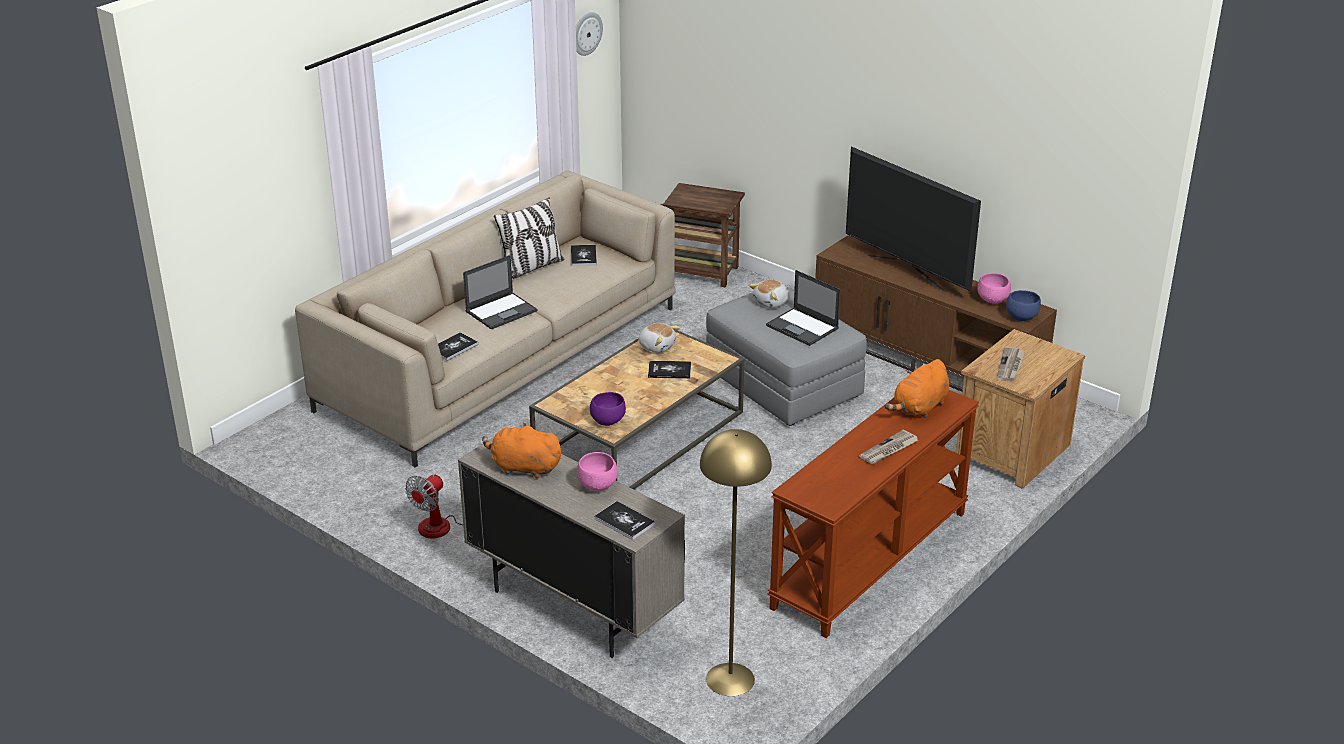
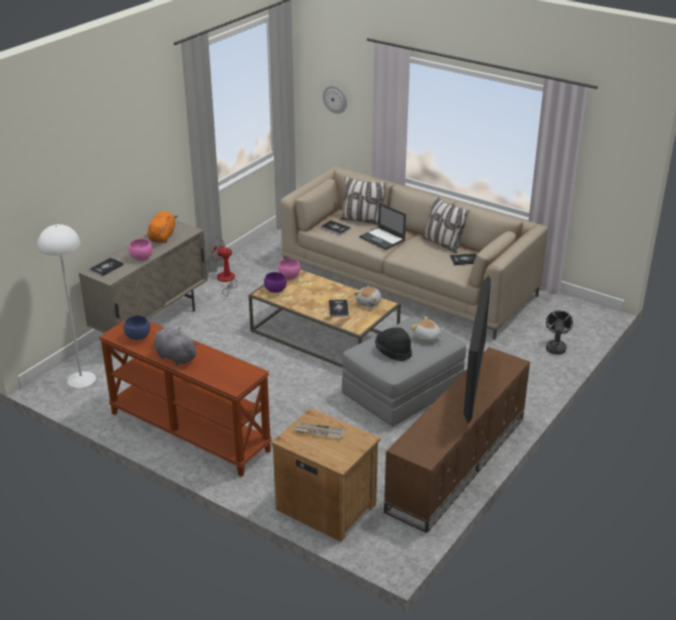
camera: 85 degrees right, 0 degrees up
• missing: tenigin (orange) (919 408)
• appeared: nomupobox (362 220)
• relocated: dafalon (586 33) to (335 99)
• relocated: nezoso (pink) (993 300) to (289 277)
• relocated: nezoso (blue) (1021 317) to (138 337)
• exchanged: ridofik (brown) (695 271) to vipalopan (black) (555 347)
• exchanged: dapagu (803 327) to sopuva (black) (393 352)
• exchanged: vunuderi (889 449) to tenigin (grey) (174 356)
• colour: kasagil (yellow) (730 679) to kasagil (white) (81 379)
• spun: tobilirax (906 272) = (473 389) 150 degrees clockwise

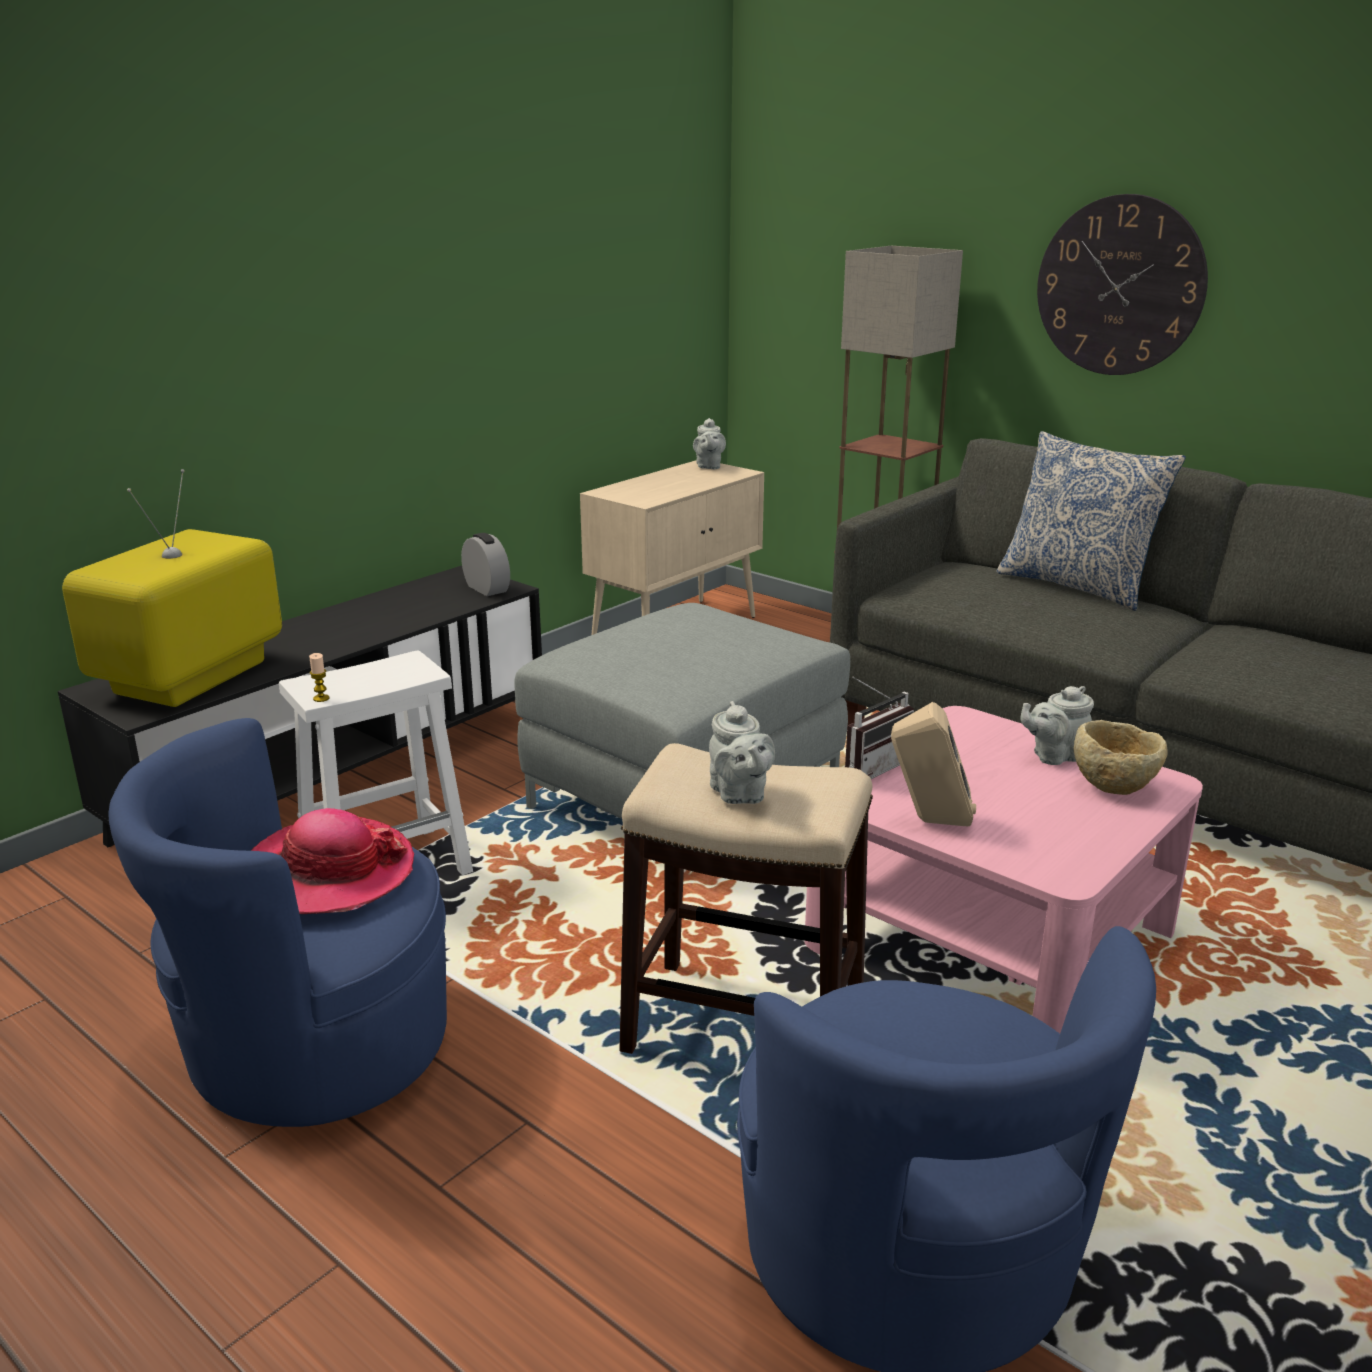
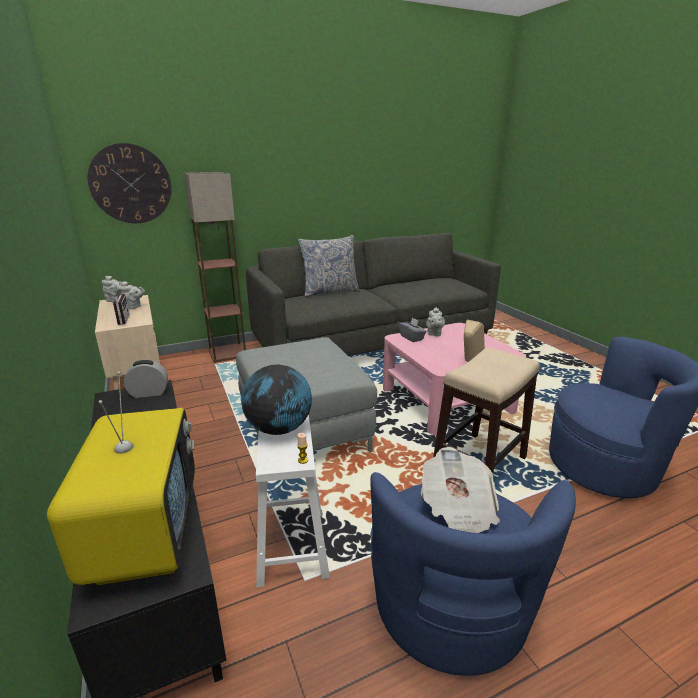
camera: 65 degrees left, 0 degrees up
• missing: nezoso (beige) (1114 786)
• appeared: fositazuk (279 429)
• appeared: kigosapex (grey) (412 338)
• relocated: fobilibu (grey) (739 794) to (132 307)
• relocated: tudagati (870 768) to (119 320)
• relocated: dafalon (1120 286) to (131 184)
• exchanged: sopuva (328 872) to vunuderi (457 510)
• spun: tobilirax (191 679) = (146 535) 150 degrees counterclockwise

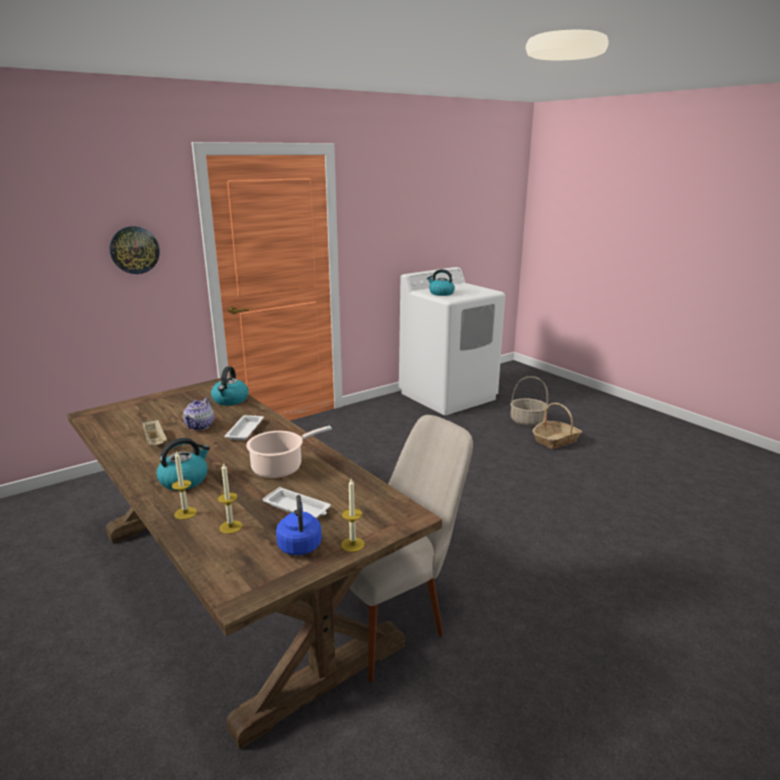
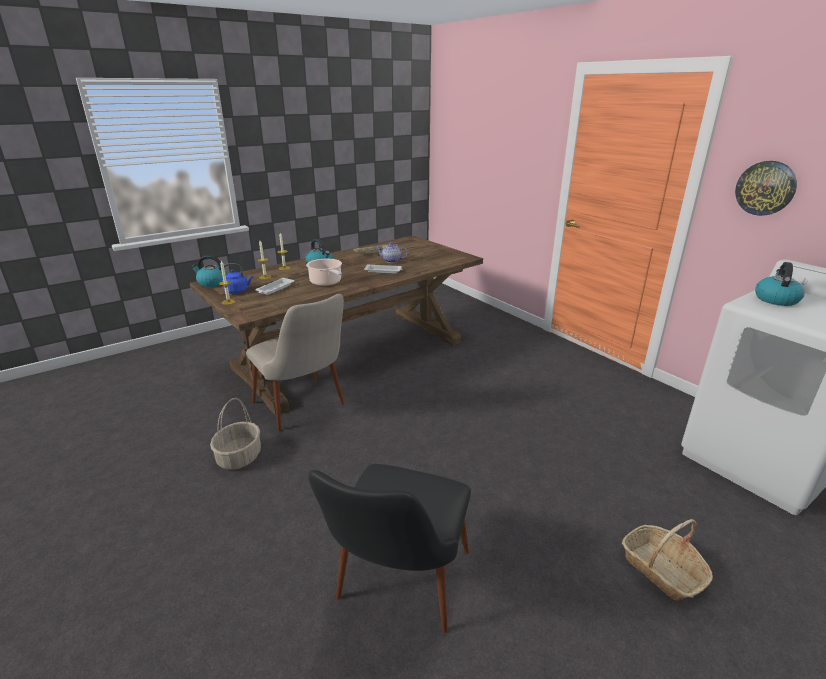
camera: 90 degrees right, 5 degrees up
• appeared: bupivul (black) (397 594)
• relocated: dafalon (134 250) to (765 188)
• relocated: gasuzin (230 400) to (212 283)
• relocated: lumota (528 421) to (239 457)

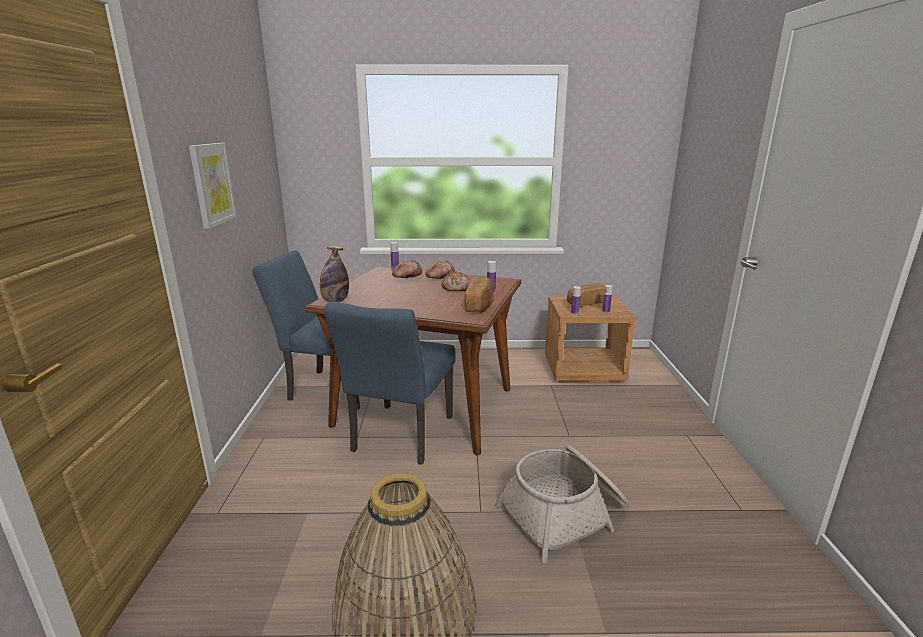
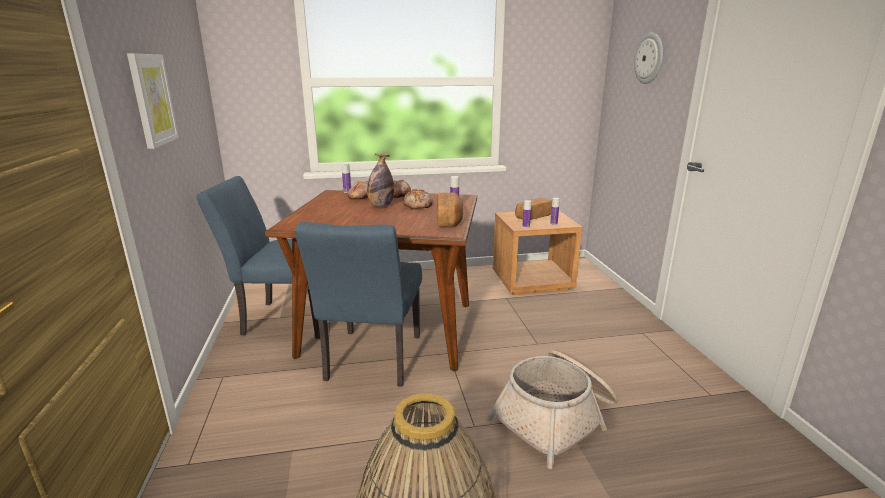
camera: 10 degrees left, 0 degrees up
• appeared: dafalon (649 58)
• relocated: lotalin (335 301) to (381 205)

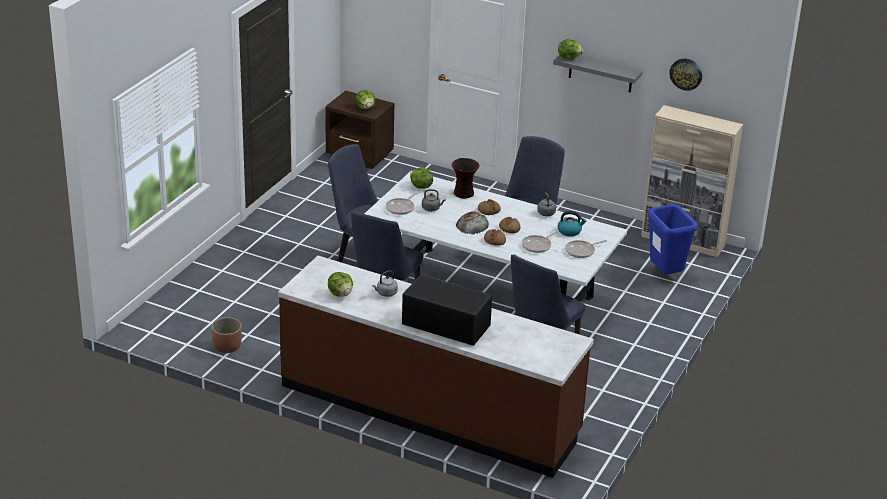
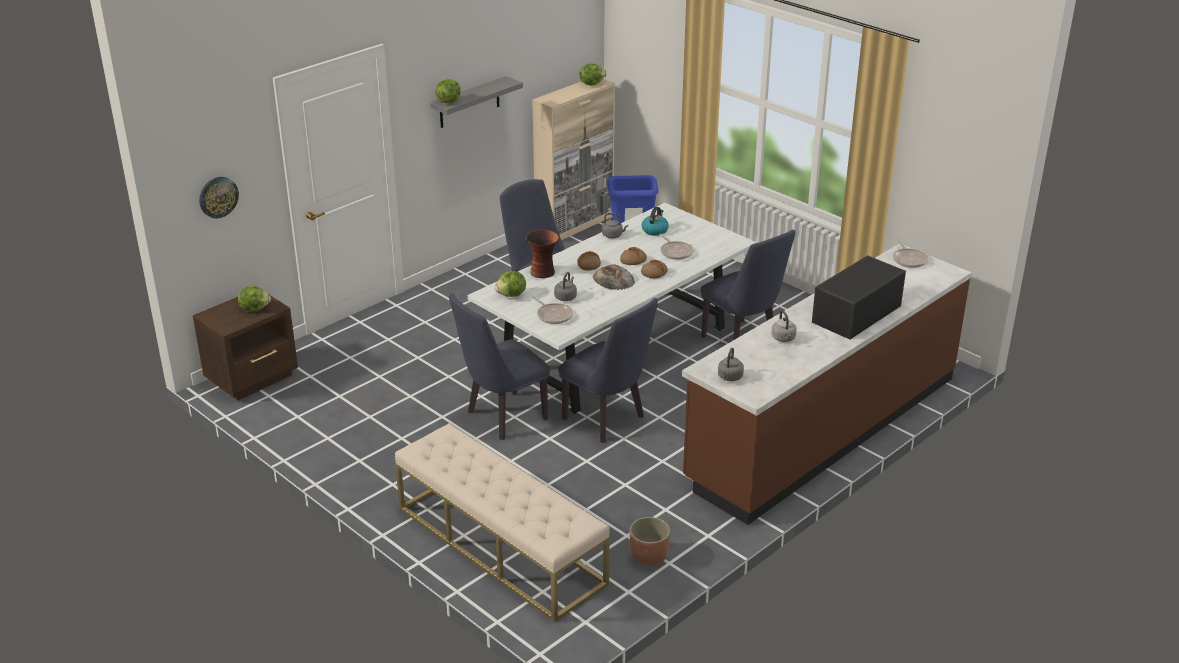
camera: 70 degrees left, 0 degrees up
• appeared: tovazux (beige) (500 545)
• appeared: gasuzin (grey) (729 377)
• relocated: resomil (341 294) to (591 83)
• relocated: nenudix (581 251) to (909 260)
• relocated: dafalon (686 74) to (218 197)

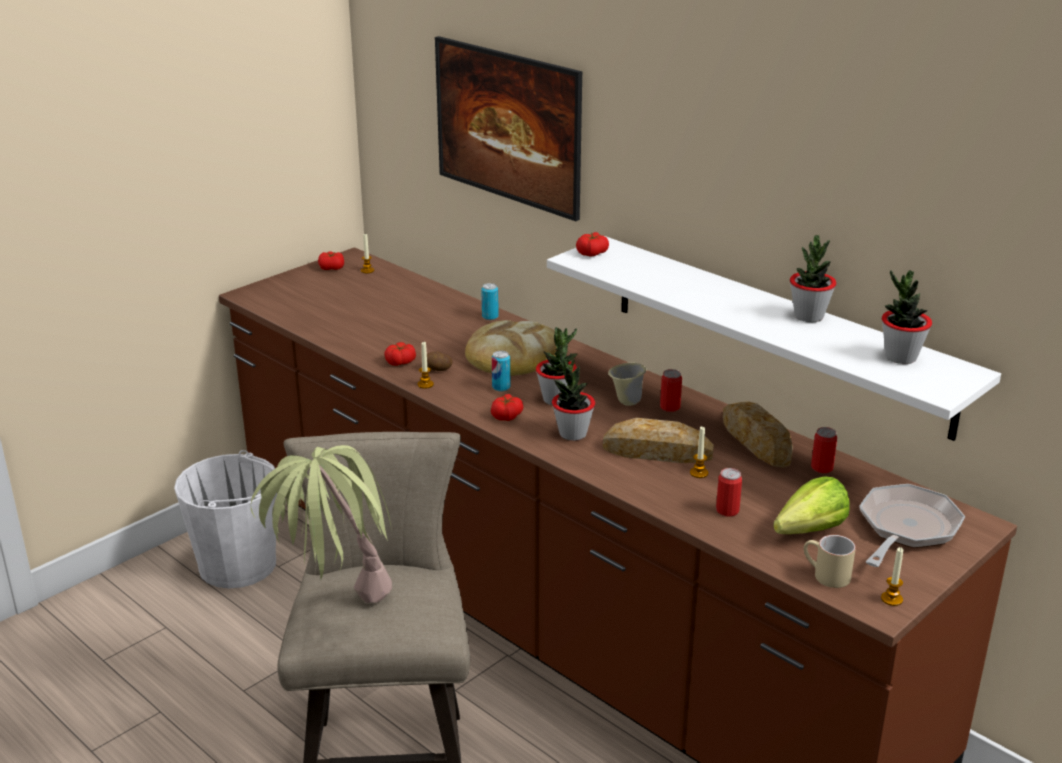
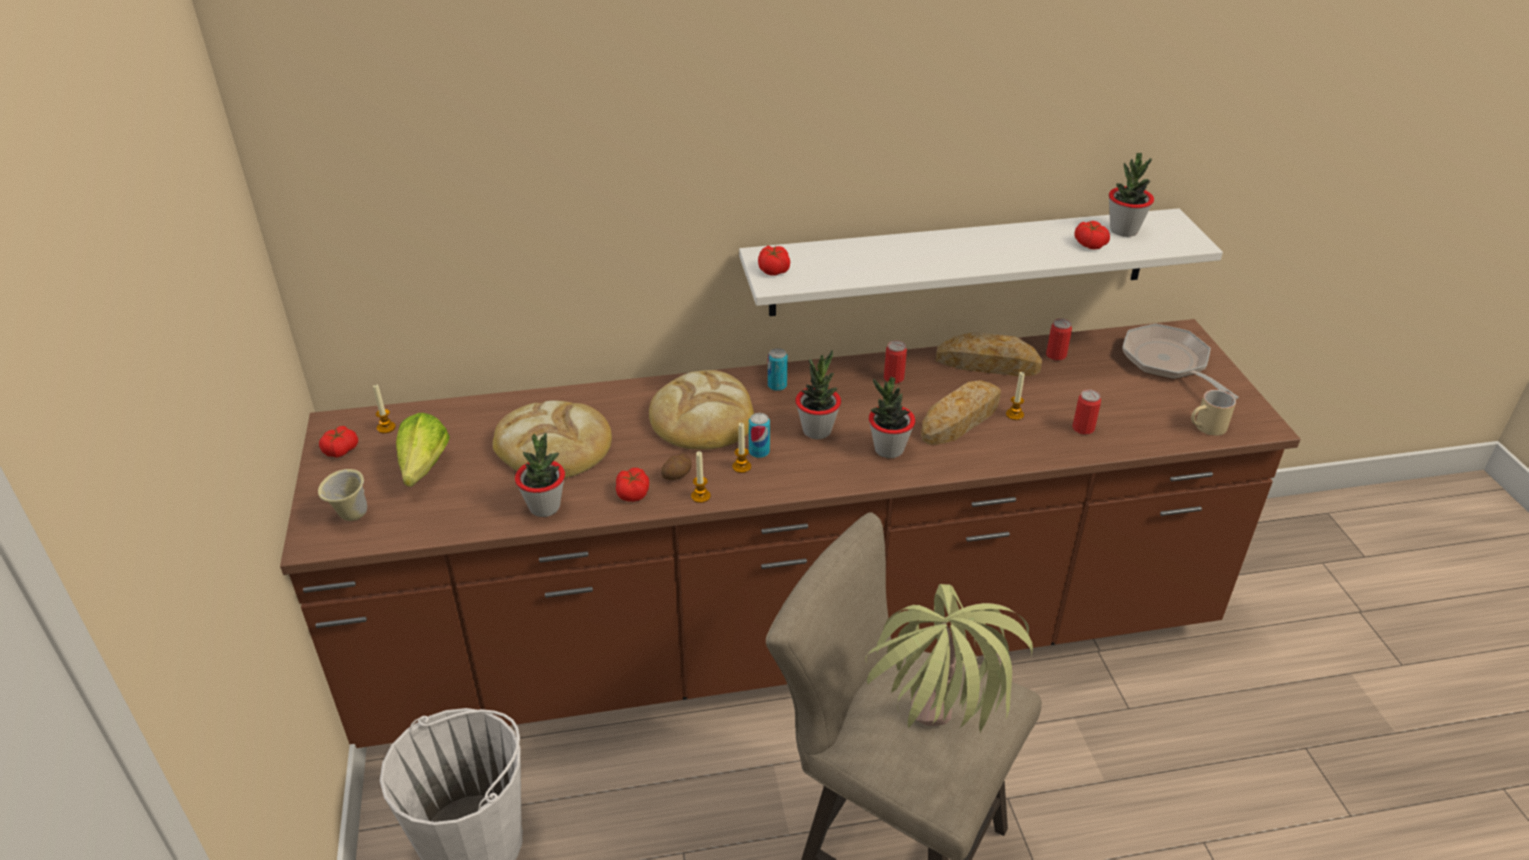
camera: 55 degrees left, 10 degrees up
• missing: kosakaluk (508 161)
• appeared: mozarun (554 445)
• relocated: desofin (490 317) to (777 386)
• relocated: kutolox (506 416) to (1089 244)
• relocated: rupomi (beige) (626 402) to (350 516)
• relocated: resomil (803 533) to (420 473)
• relocated: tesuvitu (808 316) to (544 507)
• relocated: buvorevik (891 599) to (741 467)

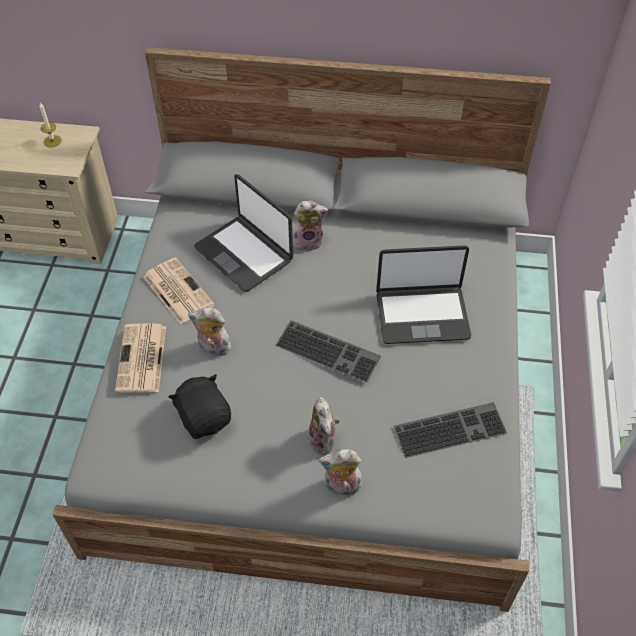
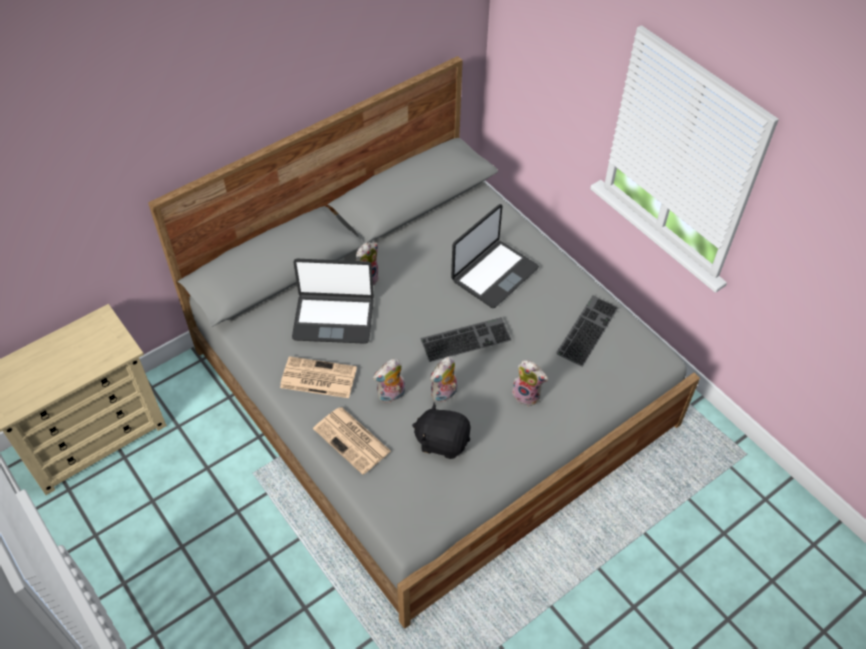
camera: 45 degrees left, 0 degrees up
• missing: buvorevik (52 141)
• relocated: tenigin (341 487) to (444 394)

